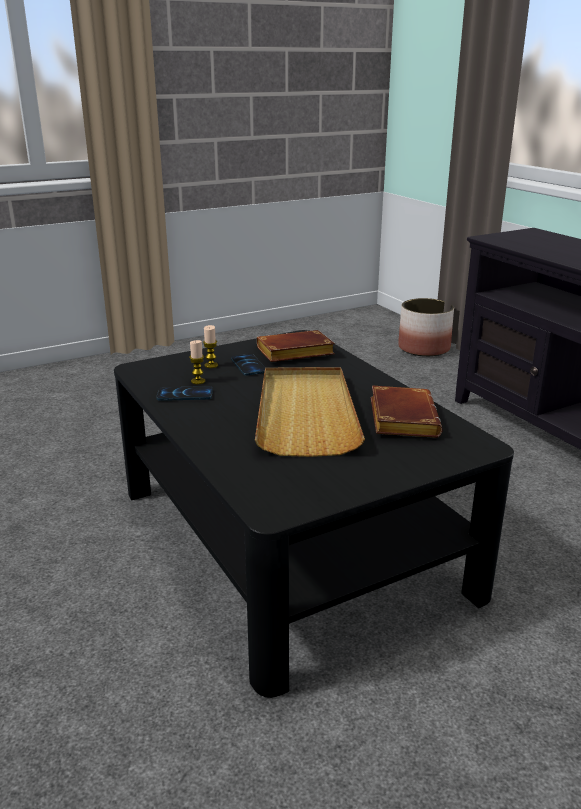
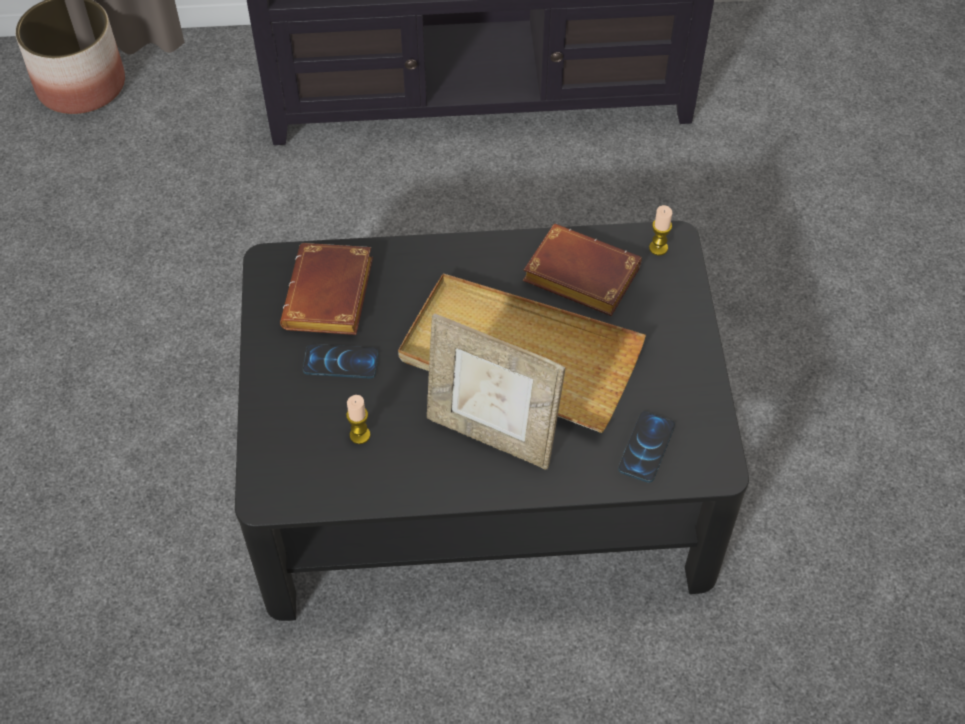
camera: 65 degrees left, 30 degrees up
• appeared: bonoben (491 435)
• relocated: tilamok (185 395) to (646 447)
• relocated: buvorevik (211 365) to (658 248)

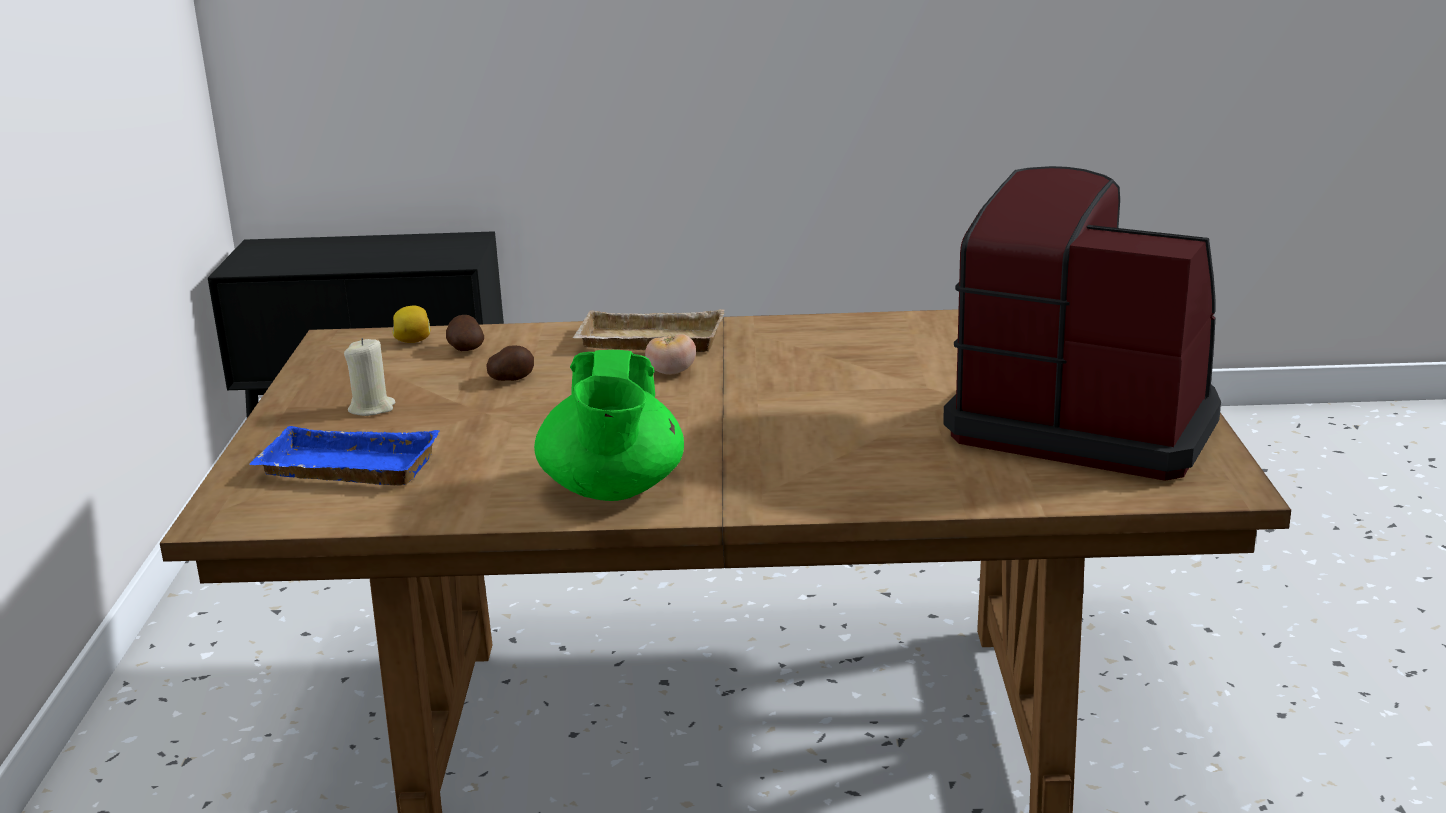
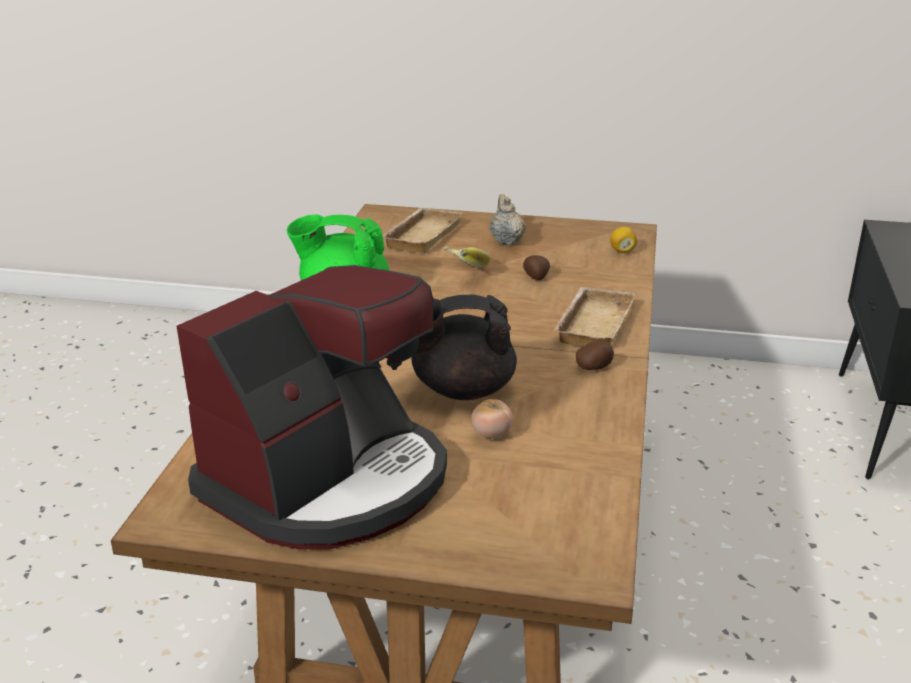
camera: 100 degrees right, 5 degrees up
• appeared: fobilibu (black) (461 389)
• appeared: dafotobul (461 271)
• relocated: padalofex (465 349) to (594 368)
• relocated: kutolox (671 372) to (491 434)
• exchanged: buvorevik (beige) (372 408) to fobilibu (beige) (506 241)
• colour: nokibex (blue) (344 470) to nokibex (beige) (421 235)

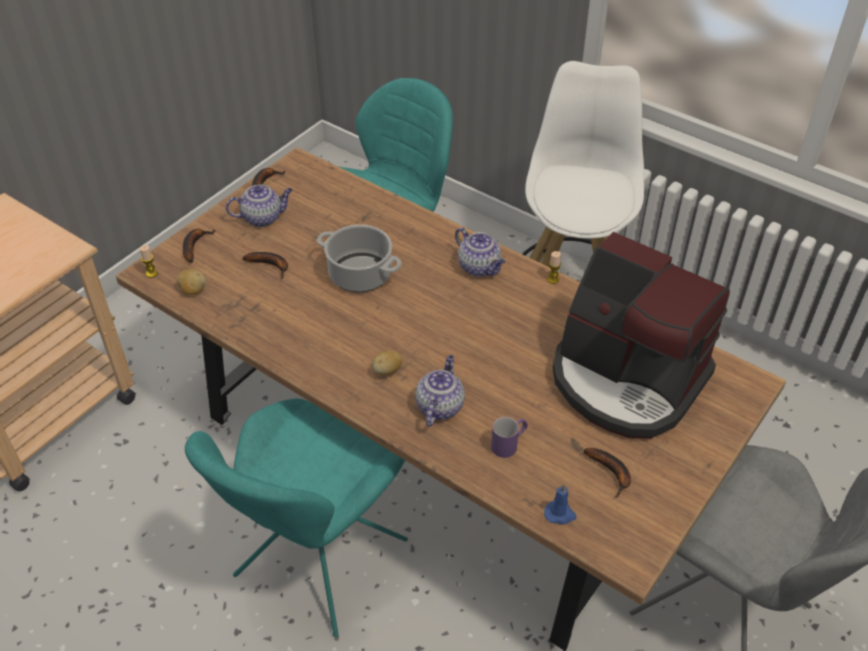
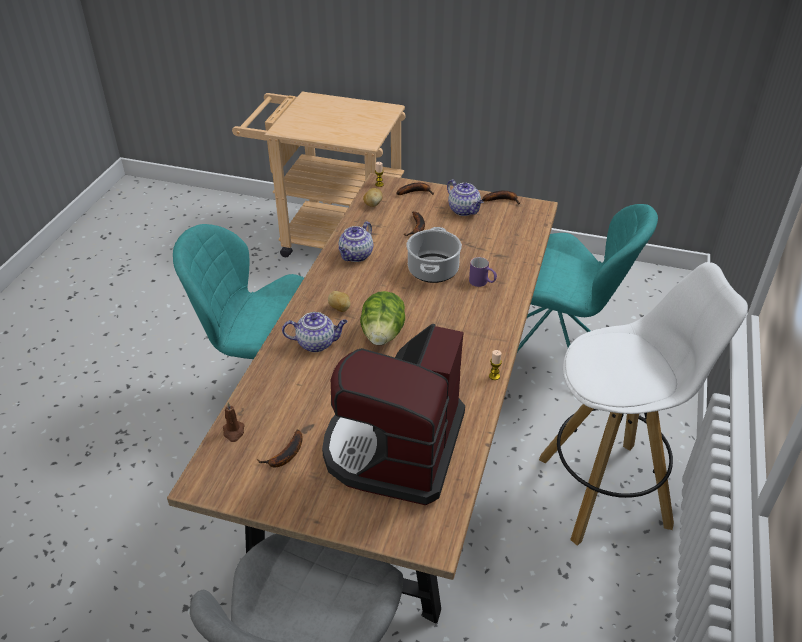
camera: 70 degrees right, 5 degrees down
• appeared: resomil (383 335)
• relocated: fobilibu (480 267) to (356 256)
• relocated: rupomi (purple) (509 444) to (482 283)
• colour: buvorevik (blue) (560 514) to buvorevik (brown) (233 432)

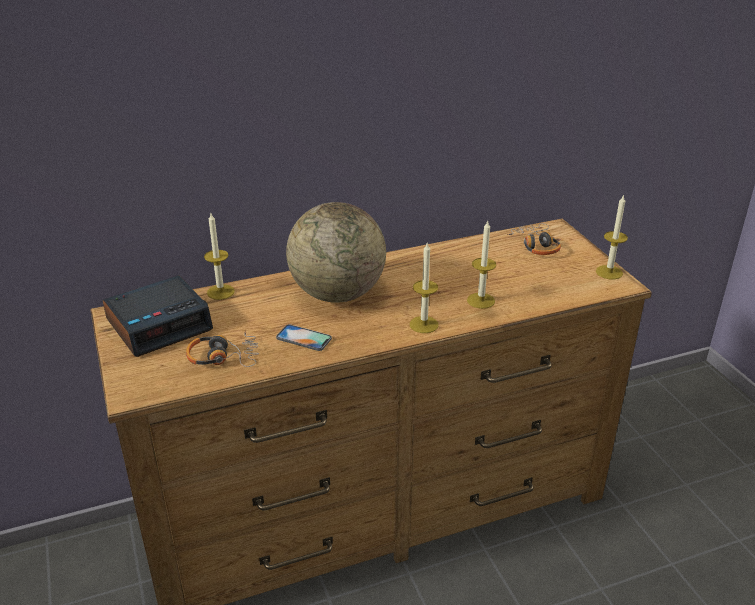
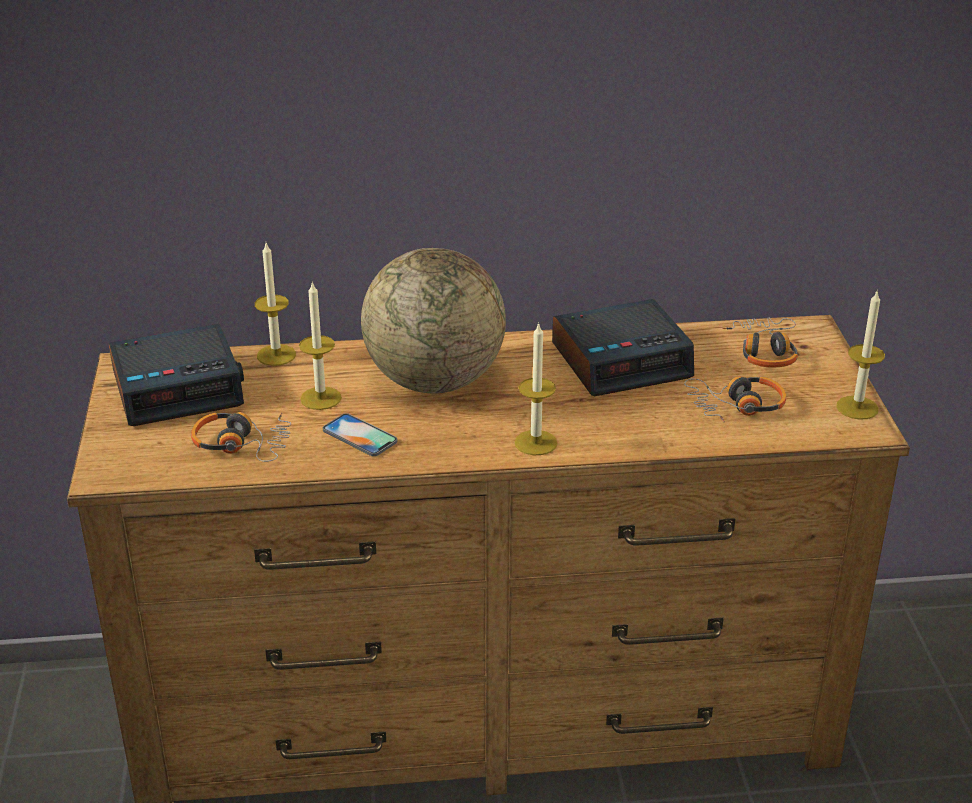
camera: 15 degrees right, 0 degrees up
• appeared: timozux (622 360)
• appeared: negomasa (736 406)
• relocated: buvorevik (481 300) to (321 398)

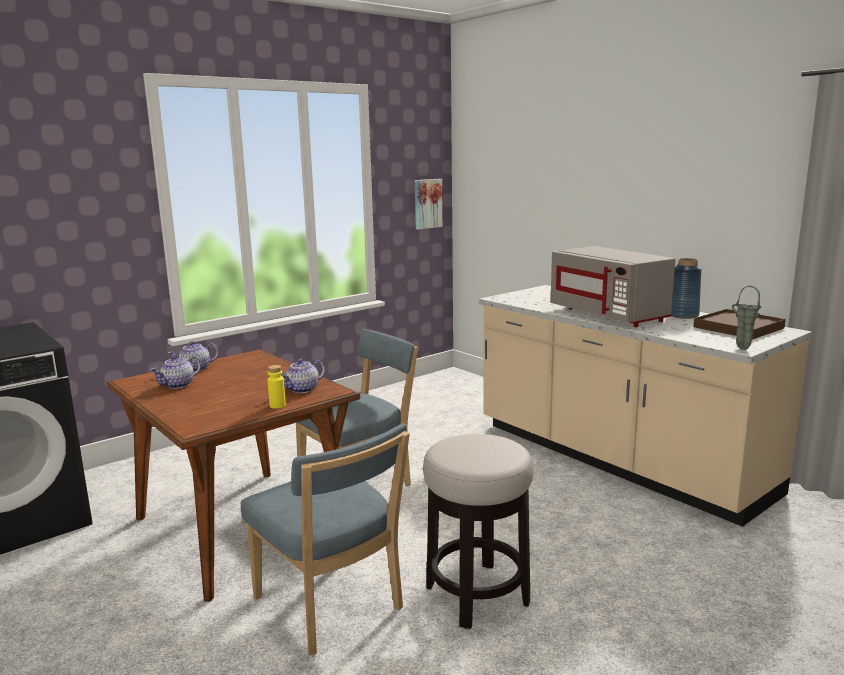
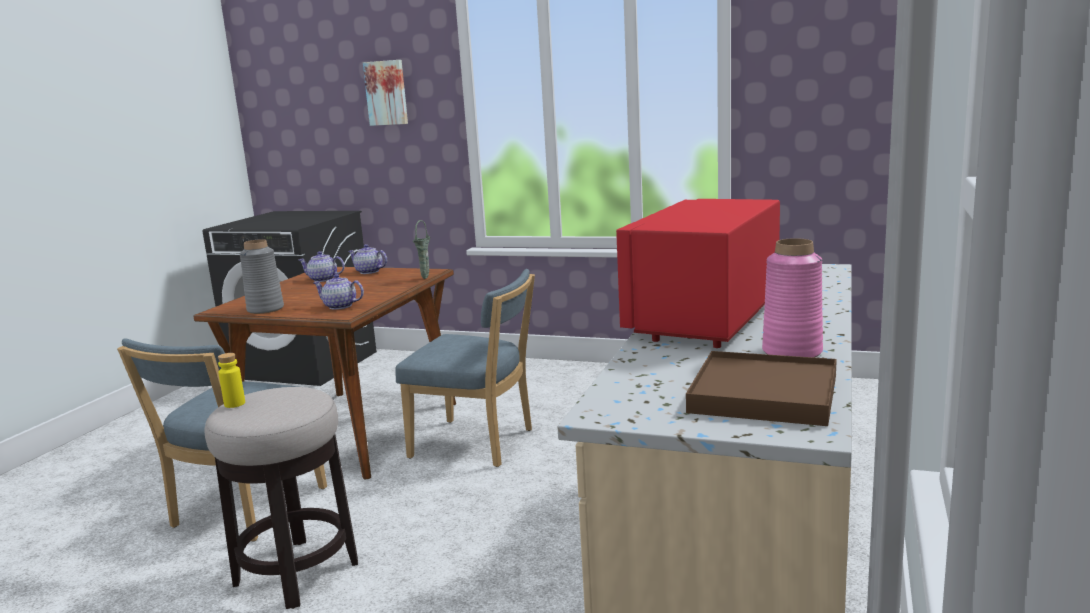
camera: 60 degrees right, 0 degrees up
• appeared: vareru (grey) (266 309)
• relocated: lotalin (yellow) (277 405) to (234 404)
• relocated: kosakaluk (427 203) to (387 93)
• relocated: vareru (green) (741 348) to (426 278)
• colour: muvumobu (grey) (609 315) to muvumobu (red) (705 319)
• colour: vareru (blue) (683 315) to vareru (pink) (791 352)

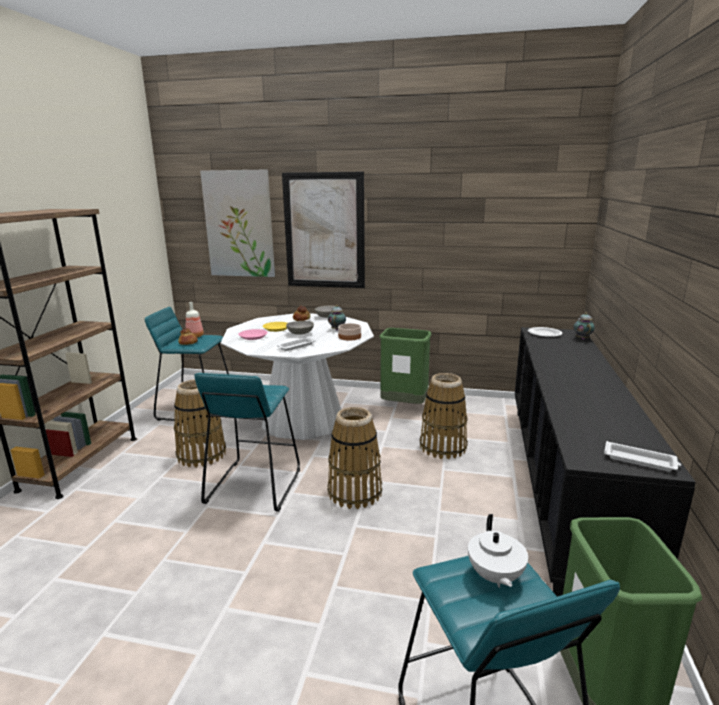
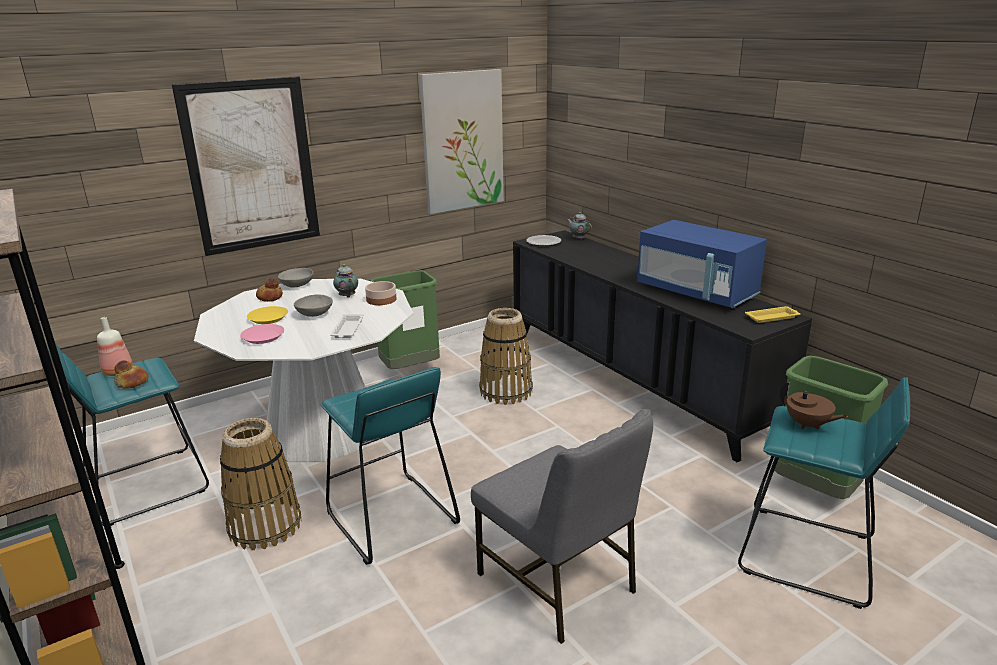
camera: 45 degrees left, 5 degrees up
• missing: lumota (355 492)
• appeared: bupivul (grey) (558 583)
• appeared: muvumobu (blue) (696 293)
• relocated: kosakaluk (239 224) to (462 141)
• colour: fobilibu (white) (494 576) to fobilibu (brown) (807 425)
• colour: nokibex (white) (641 460) to nokibex (yellow) (773 317)

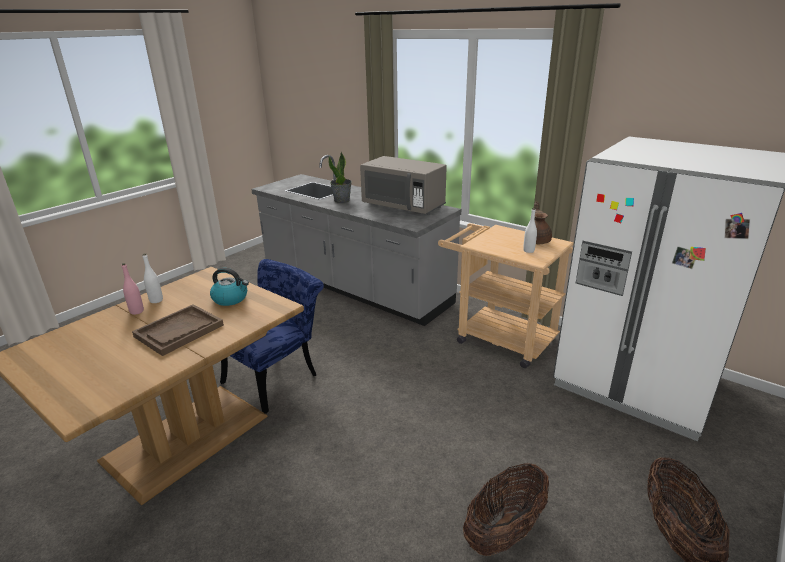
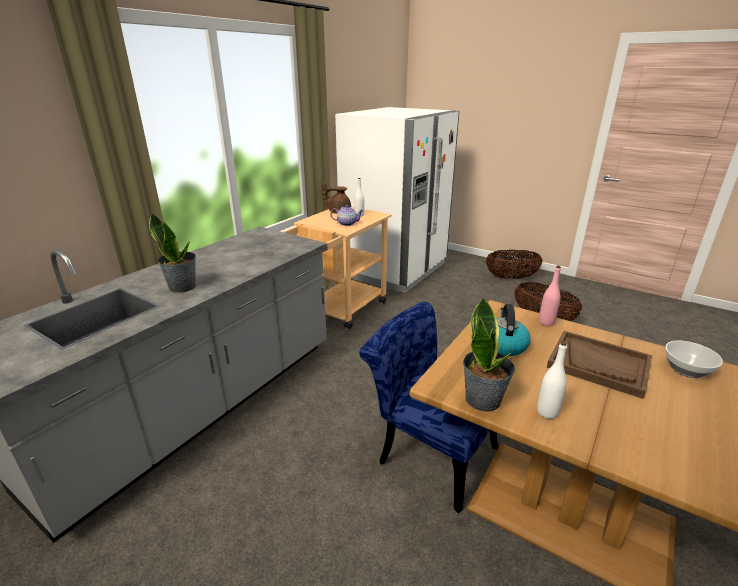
camera: 95 degrees left, 0 degrees up
• missing: muvumobu (grey) (403 206)
• appeared: fobilibu (347 223)
• appeared: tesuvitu (483 399)
• appeared: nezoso (687 370)
• relocated: lotalin (pink) (137 311) to (546 322)

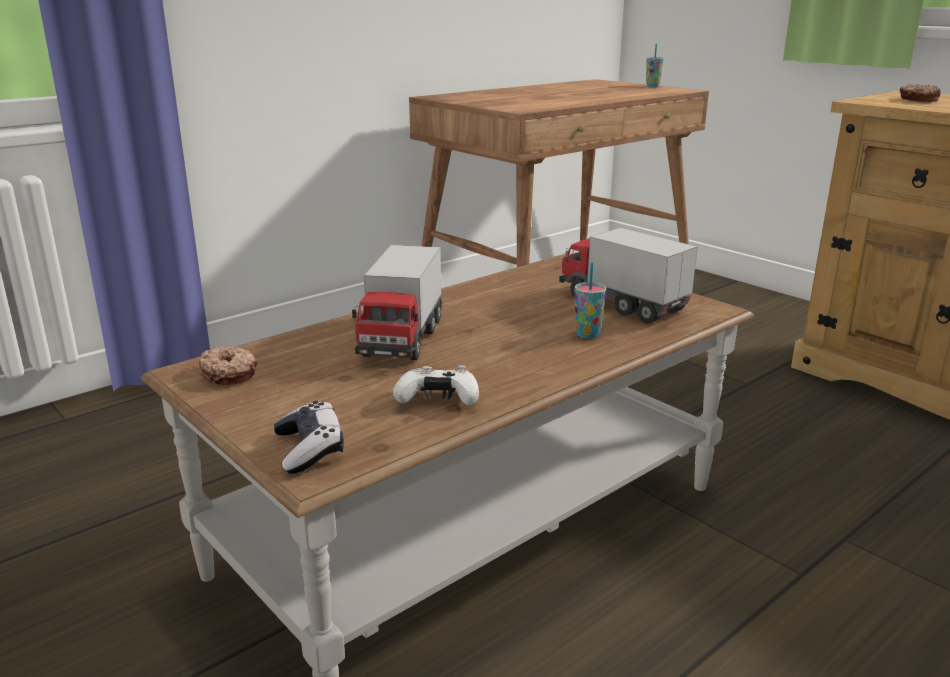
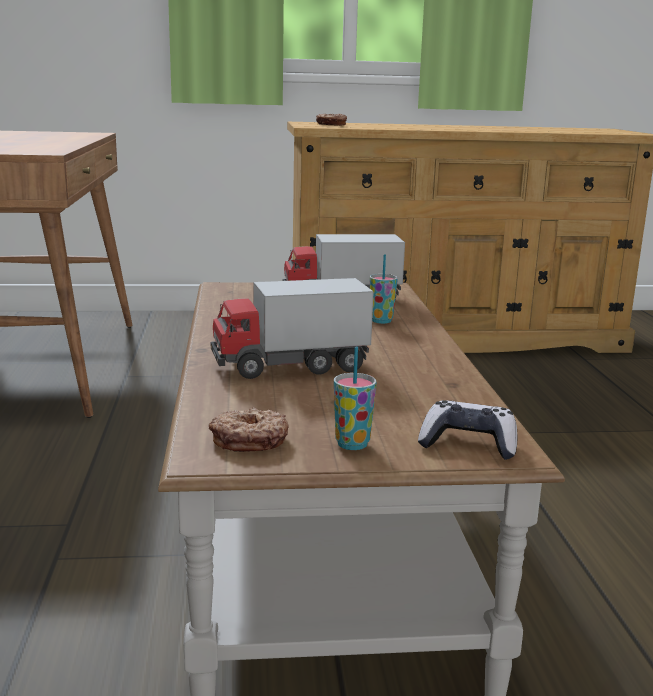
camera: 55 degrees left, 5 degrees down
• missing: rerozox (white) (438 400)
• relocated: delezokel (652 86) to (352 444)
• spun: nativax (401 340) = (289 366) 120 degrees clockwise

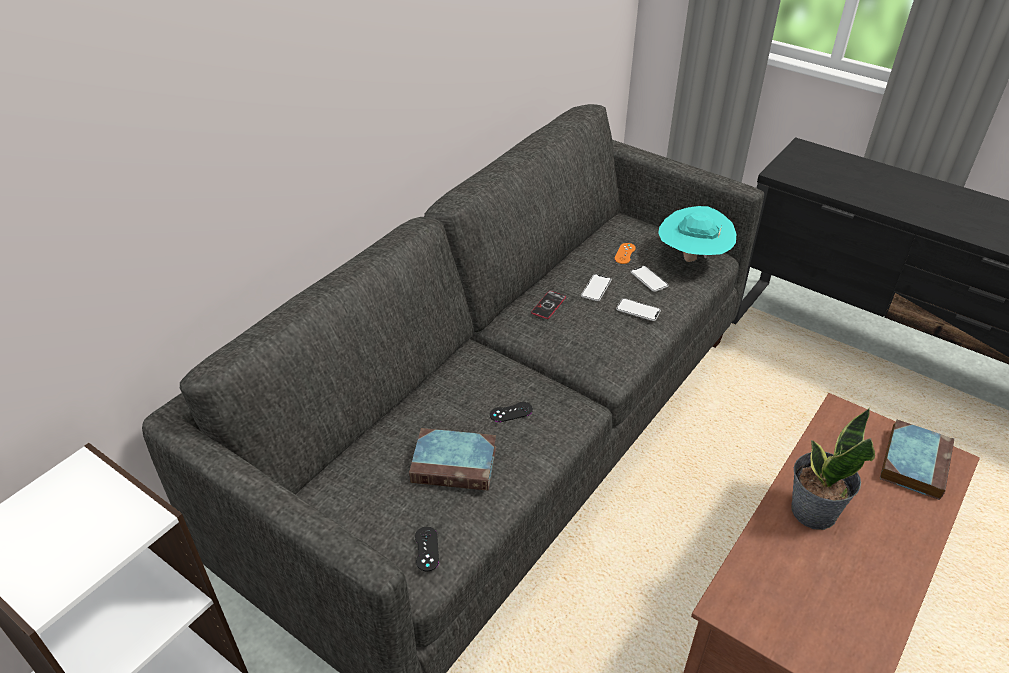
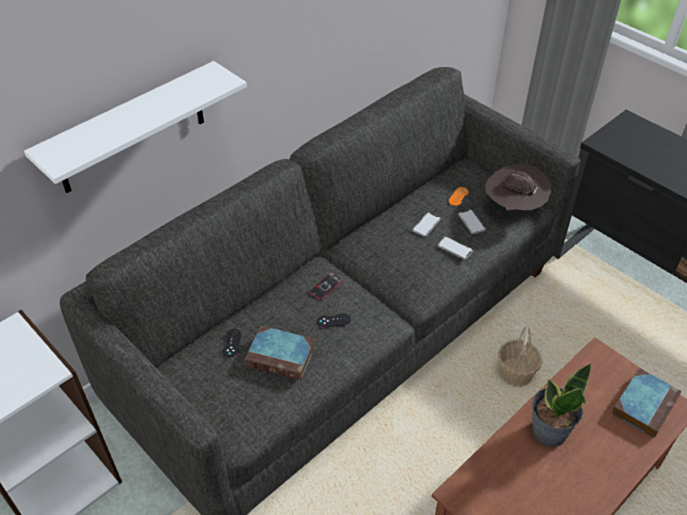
camera: 10 degrees right, 5 degrees up
• appeared: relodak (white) (131 129)
• appeared: lumota (515 373)
• relocated: rerozox (black) (426 549) to (232 343)
• relocated: tilamok (548 305) to (326 286)
• colour: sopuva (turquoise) (692 259) to sopuva (brown) (513 207)

